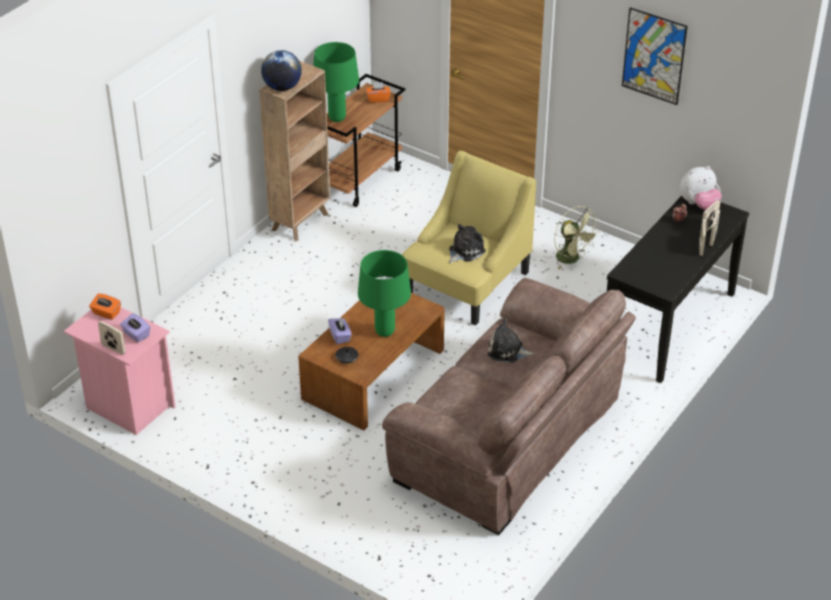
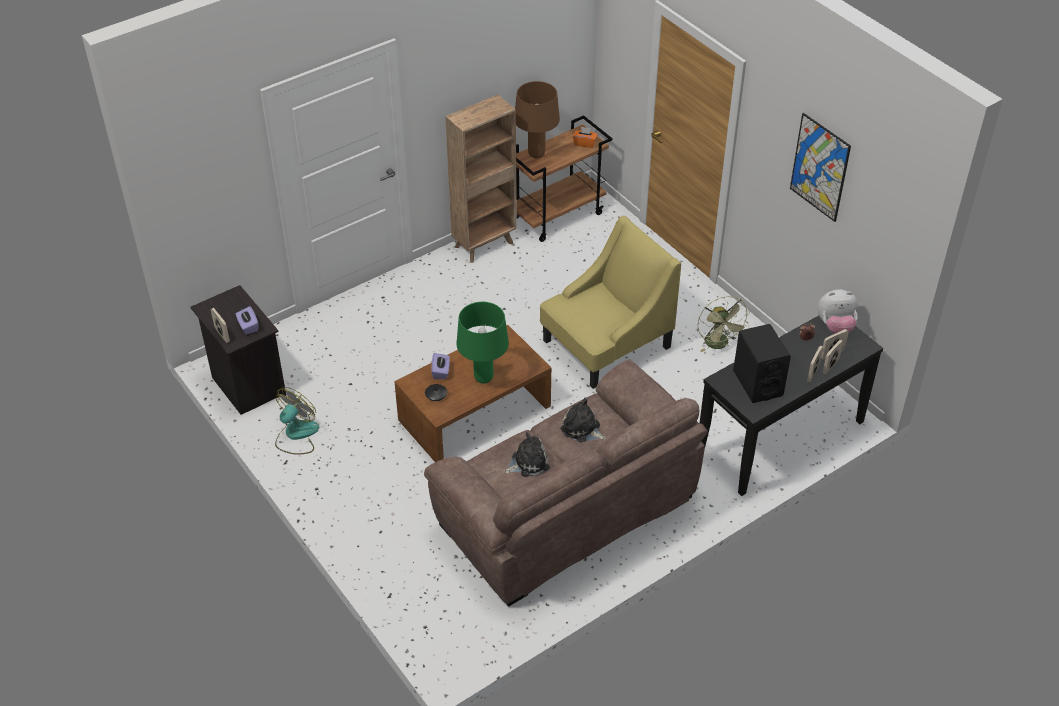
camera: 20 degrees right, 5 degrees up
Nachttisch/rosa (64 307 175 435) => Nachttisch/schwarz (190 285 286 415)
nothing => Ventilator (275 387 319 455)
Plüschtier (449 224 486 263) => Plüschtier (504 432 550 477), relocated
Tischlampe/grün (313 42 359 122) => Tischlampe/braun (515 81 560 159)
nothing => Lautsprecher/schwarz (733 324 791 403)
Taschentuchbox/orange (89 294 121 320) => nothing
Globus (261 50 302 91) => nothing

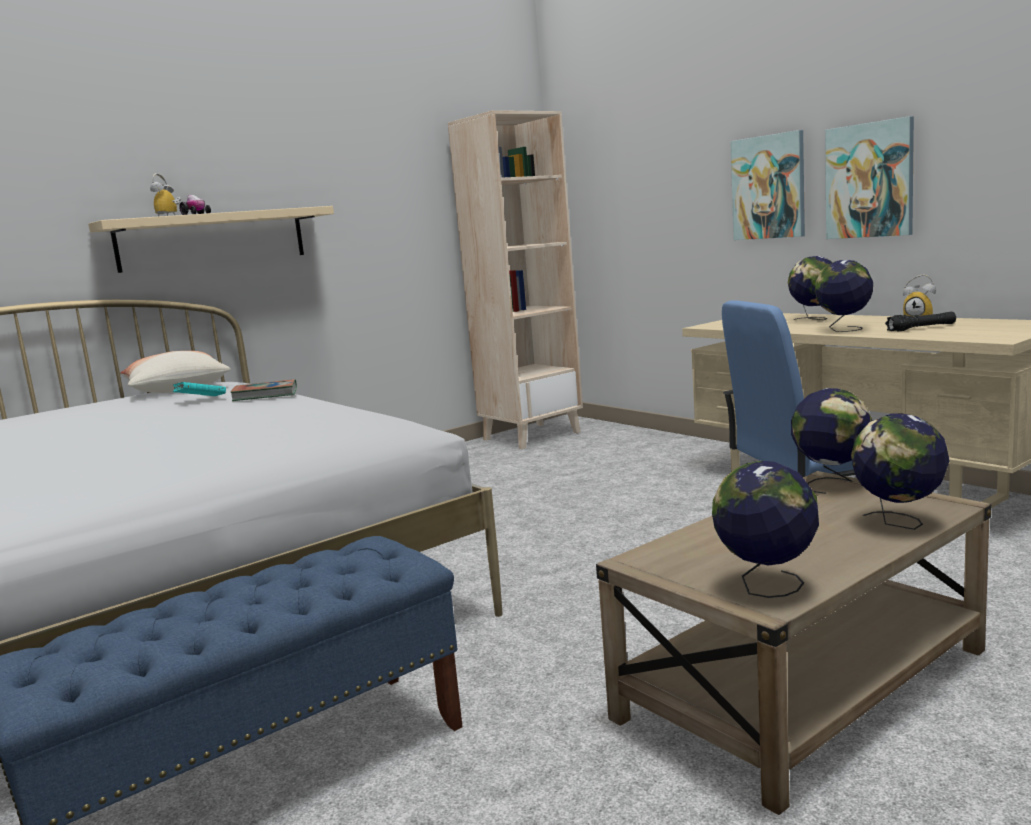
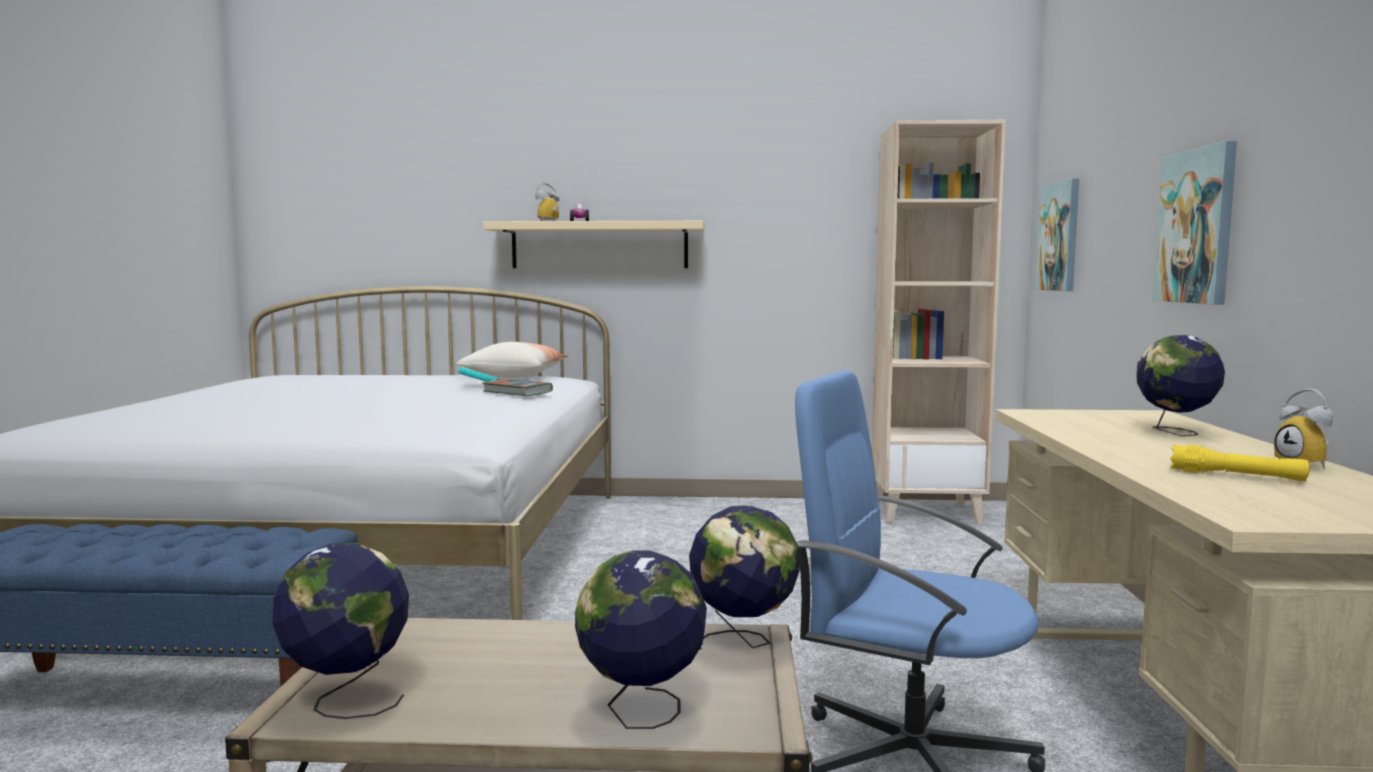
camera: 40 degrees right, 5 degrees down
Bild (825 116 914 239) => Bild (1035 178 1079 291), relocated
Taschenlampe/schwarz (885 312 956 332) => Taschenlampe/gelb (1170 444 1310 482)
Globus (815 260 873 332) => nothing

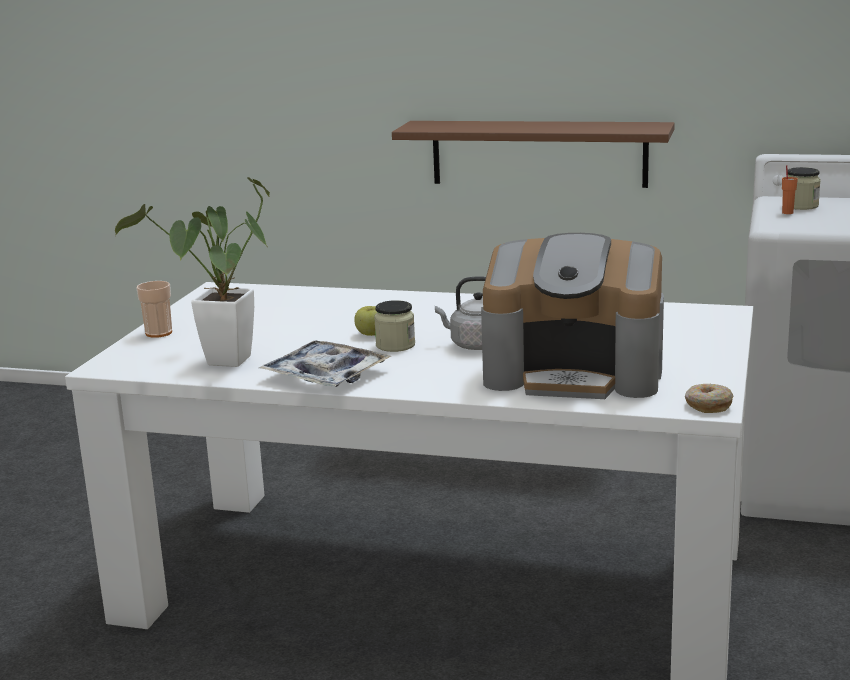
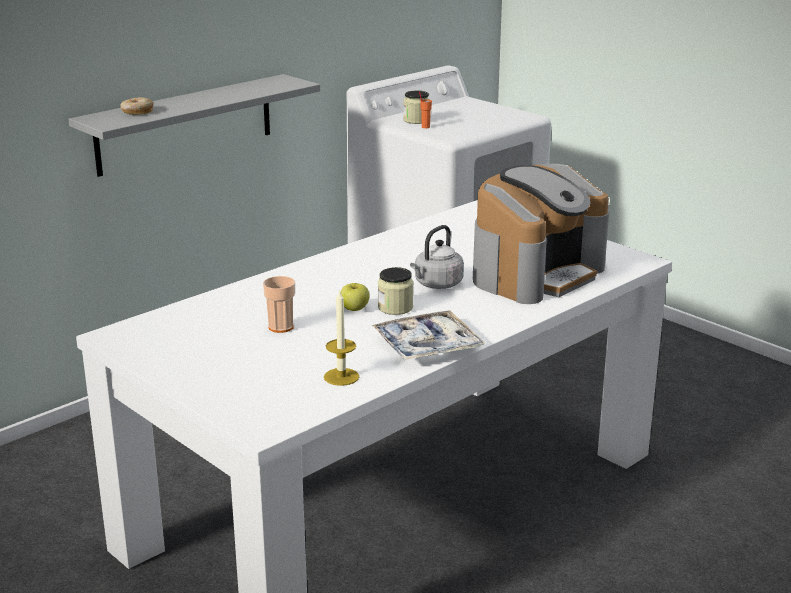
camera: 60 degrees left, 5 degrees up
Wandregal/braun (392 121 675 188) => Wandregal/grau (68 74 320 177)
Donut (685 384 733 413) => Donut (120 97 154 115), relocated
Tasse (136 281 172 338) => Tasse (263 276 295 333), relocated
Topfpflanze (115 177 270 367) => Kerze (324 289 359 386)

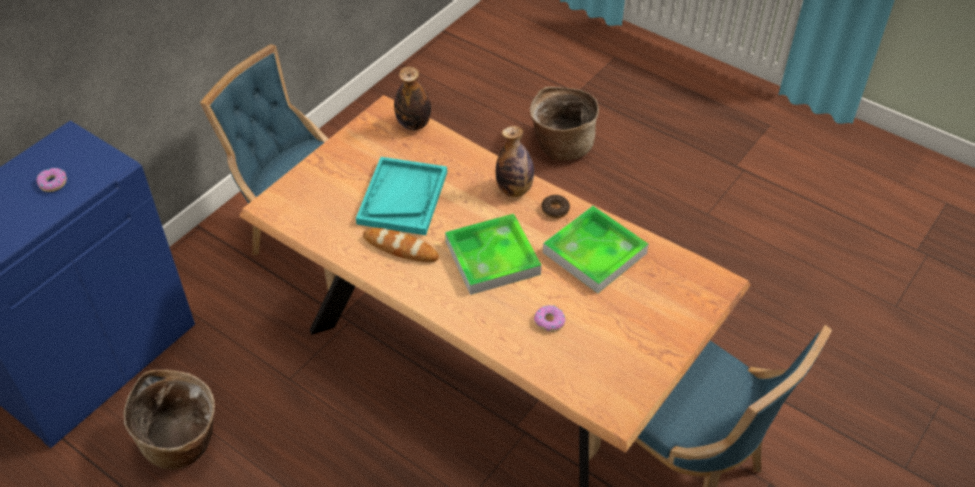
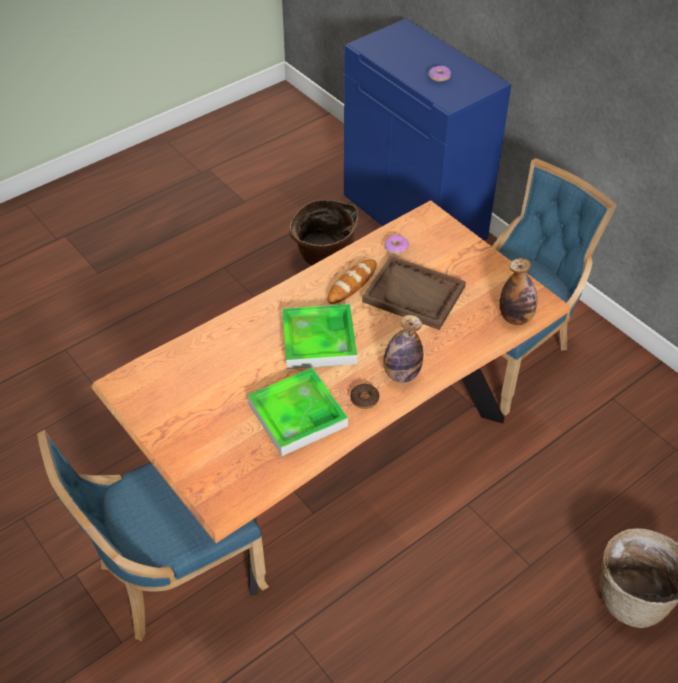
camera: 105 degrees right, 0 degrees up
Tablett/türkis (356 157 447 235) => Tablett/braun (362 256 466 330)
Donut (534 305 565 332) => Donut (384 235 409 254), relocated

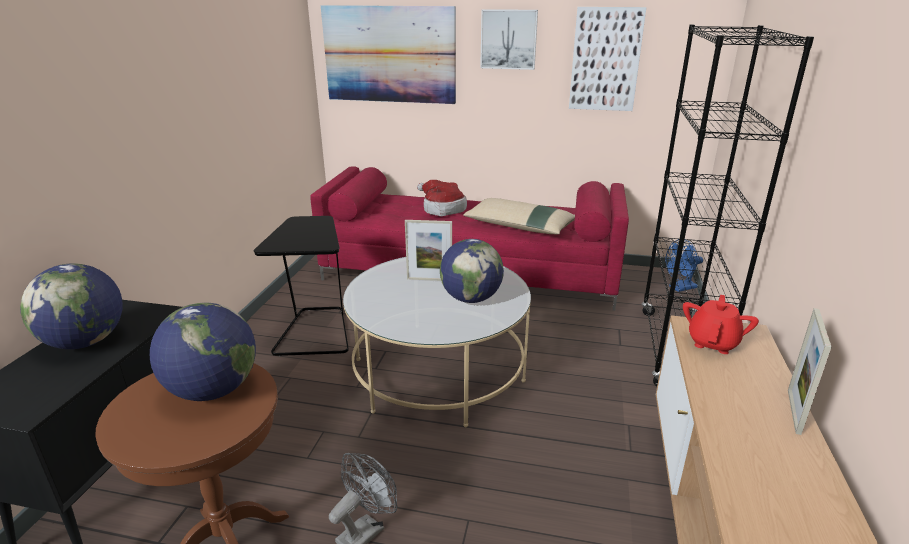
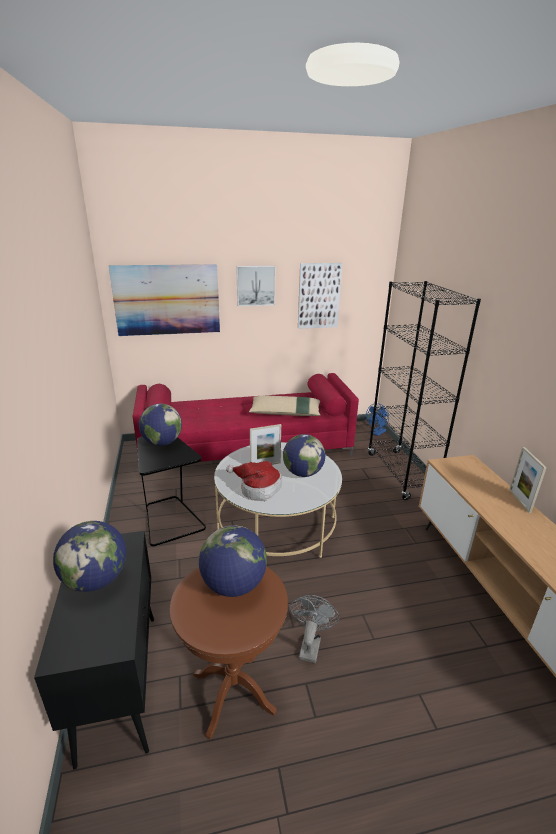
camera: 25 degrees left, 0 degrees up
nothing => Globus (139 404 182 446)
Hut (417 180 467 216) => Hut (226 461 282 501), relocated
Teekanne/rot (683 295 759 354) => nothing

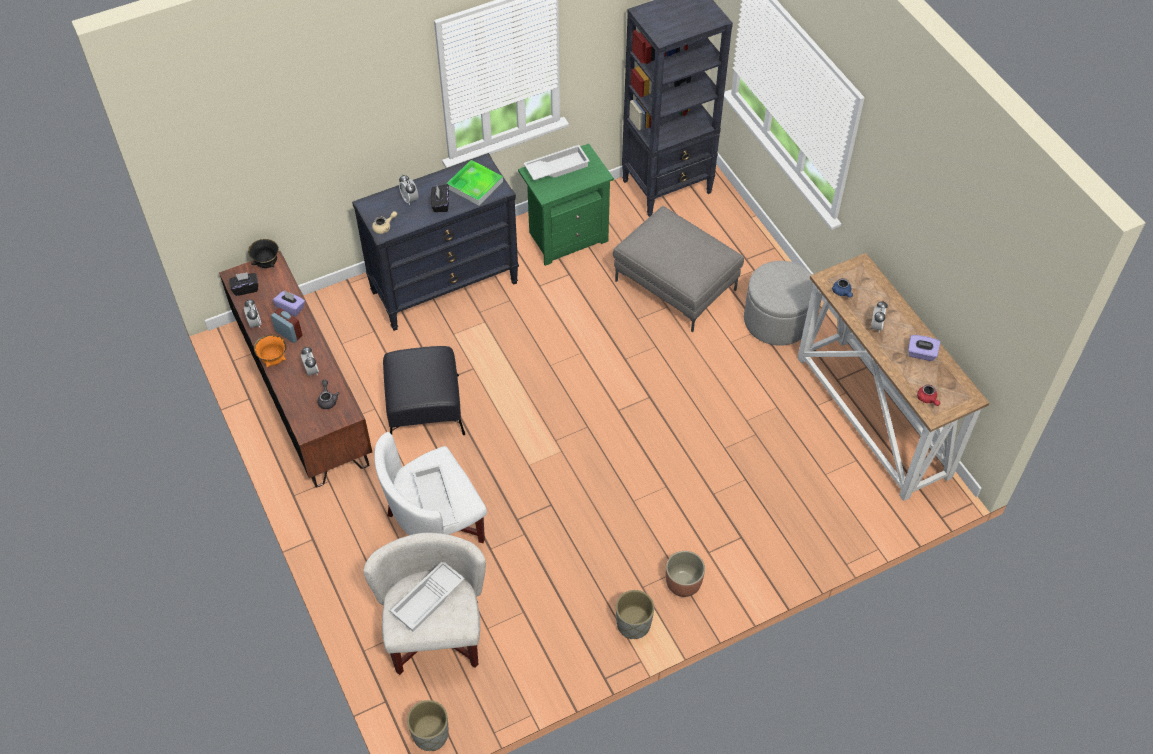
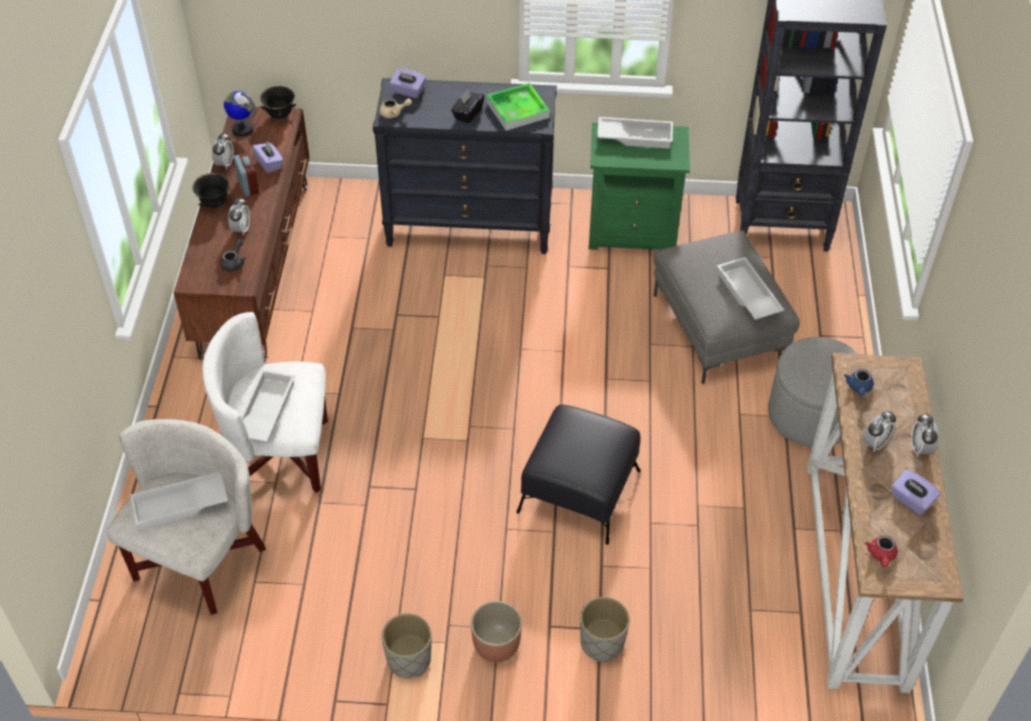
camera: 30 degrees right, 5 degrees down
Schüssel/orange (254 335 286 367) => Schüssel/schwarz (192 173 230 208)
Taschentuchbox/schwarz (229 272 258 296) => Globus (224 91 256 136)
nothing => Taschentuchbox/lila (390 69 426 98)
Polsterhocker/schwarz (383 346 465 435) => Polsterhocker/schwarz (516 405 641 545), relocated
Pflanzkübel/grau (407 700 449 751) => Pflanzkübel/grau (580 597 630 662), relocated
nothing => Tablett/weiß (717 257 784 320)
Wecker (399 175 418 205) => Wecker (911 413 938 457), relocated

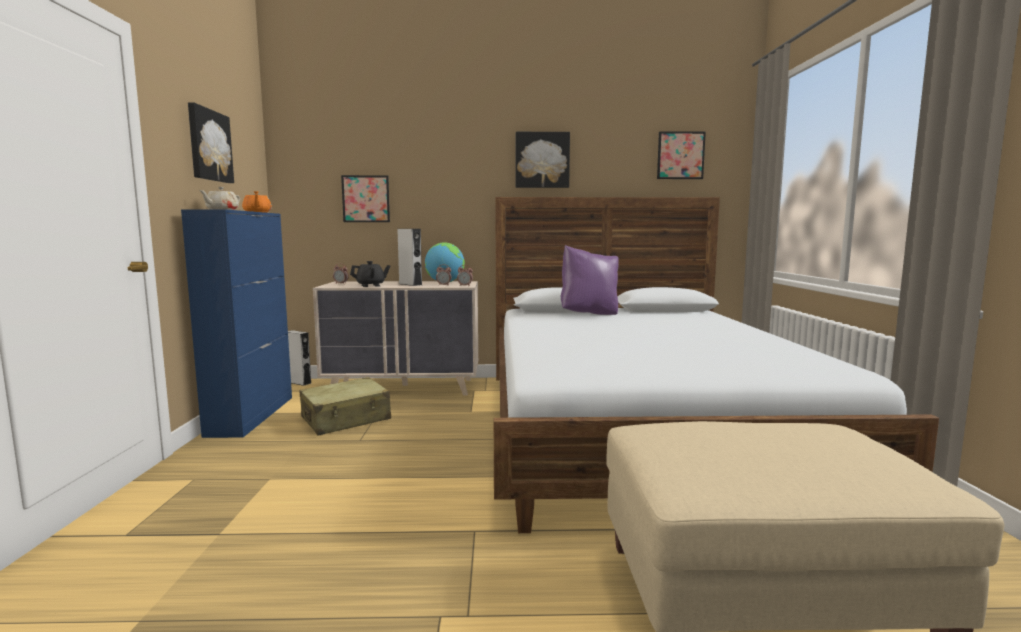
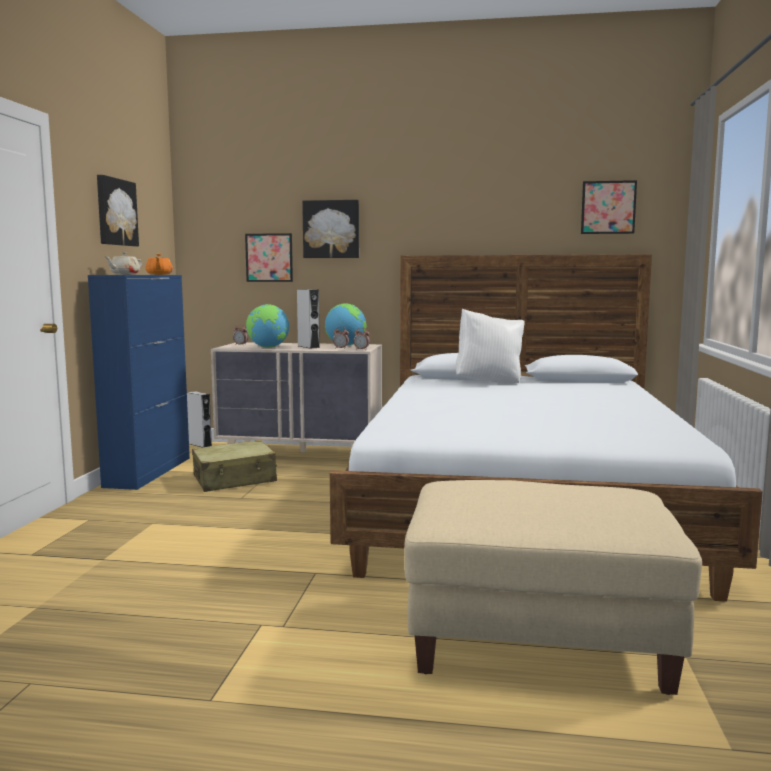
camera: 10 degrees right, 0 degrees up
Teekanne/schwarz (350 261 390 287) => Globus (246 304 289 348)
Bild (516 132 570 188) => Bild (302 200 359 258), relocated
Kissen/lila (561 245 619 315) => Kissen/weiß (456 308 525 384)

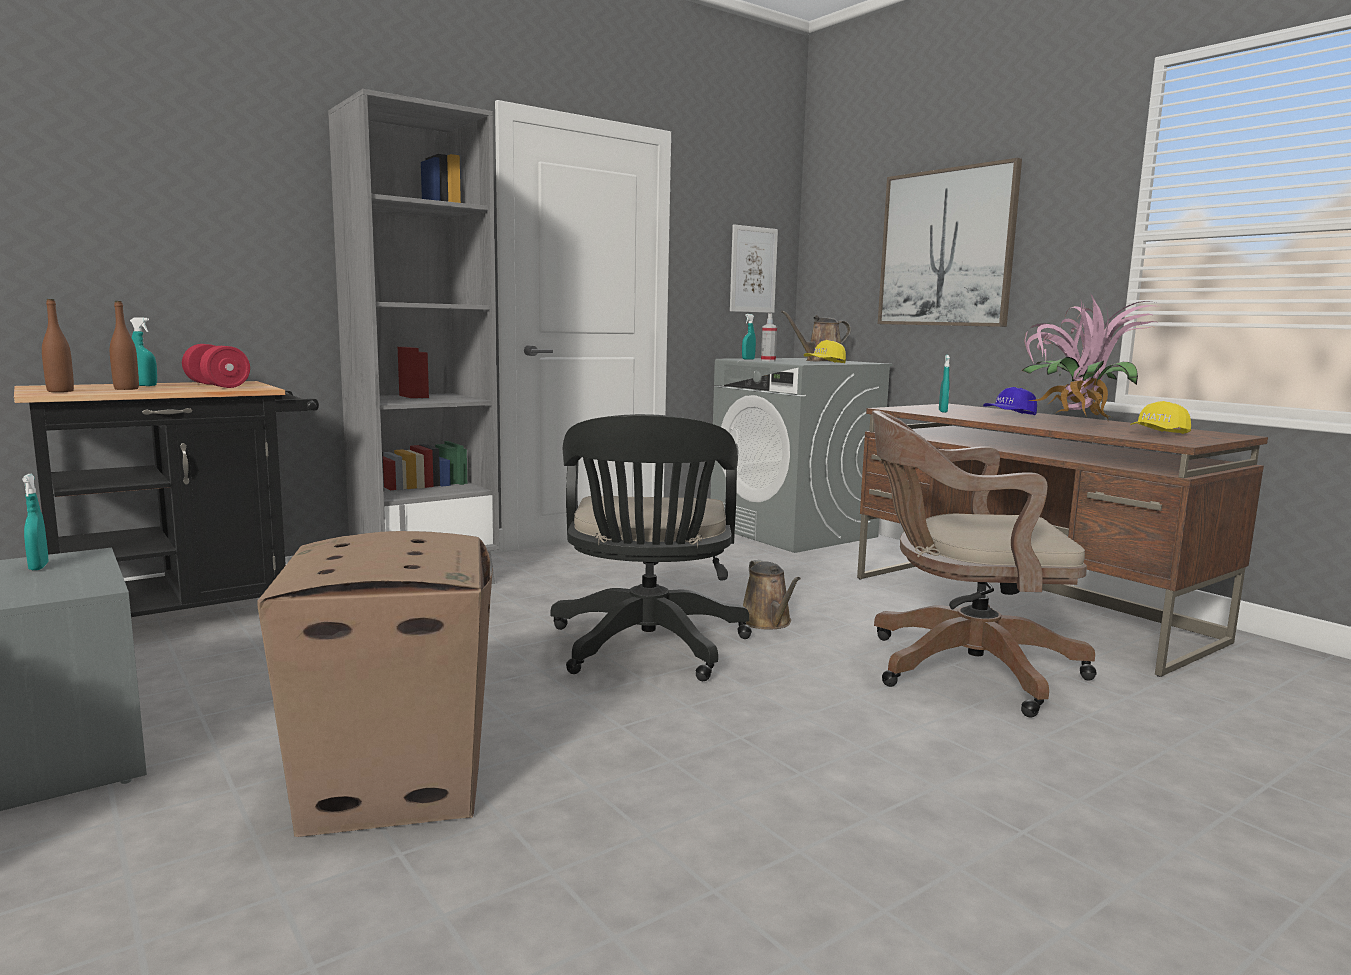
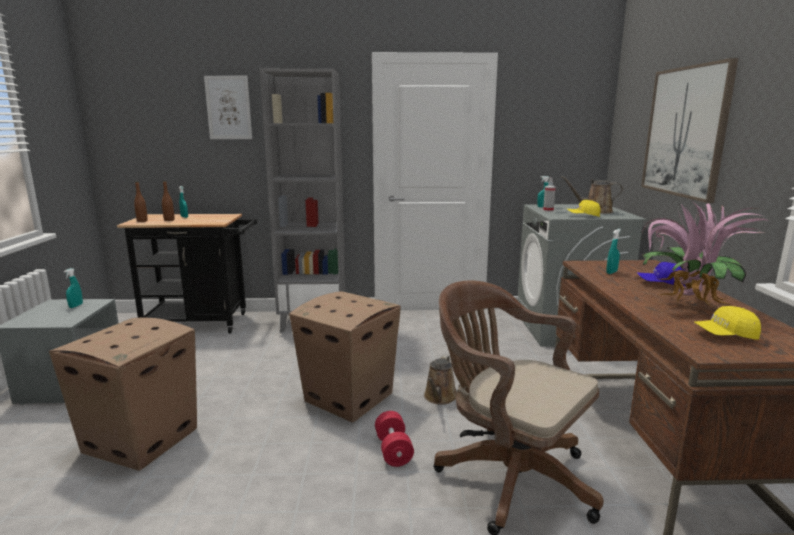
camera: 35 degrees right, 5 degrees up
Bild (730 224 778 313) => Bild (204 76 252 139), relocated
Bürostuhl/schwarz (551 414 752 681) => Karton (289 291 401 422)
Hantel/rot (182 344 250 388) => Hantel/rot (375 411 414 467), relocated

